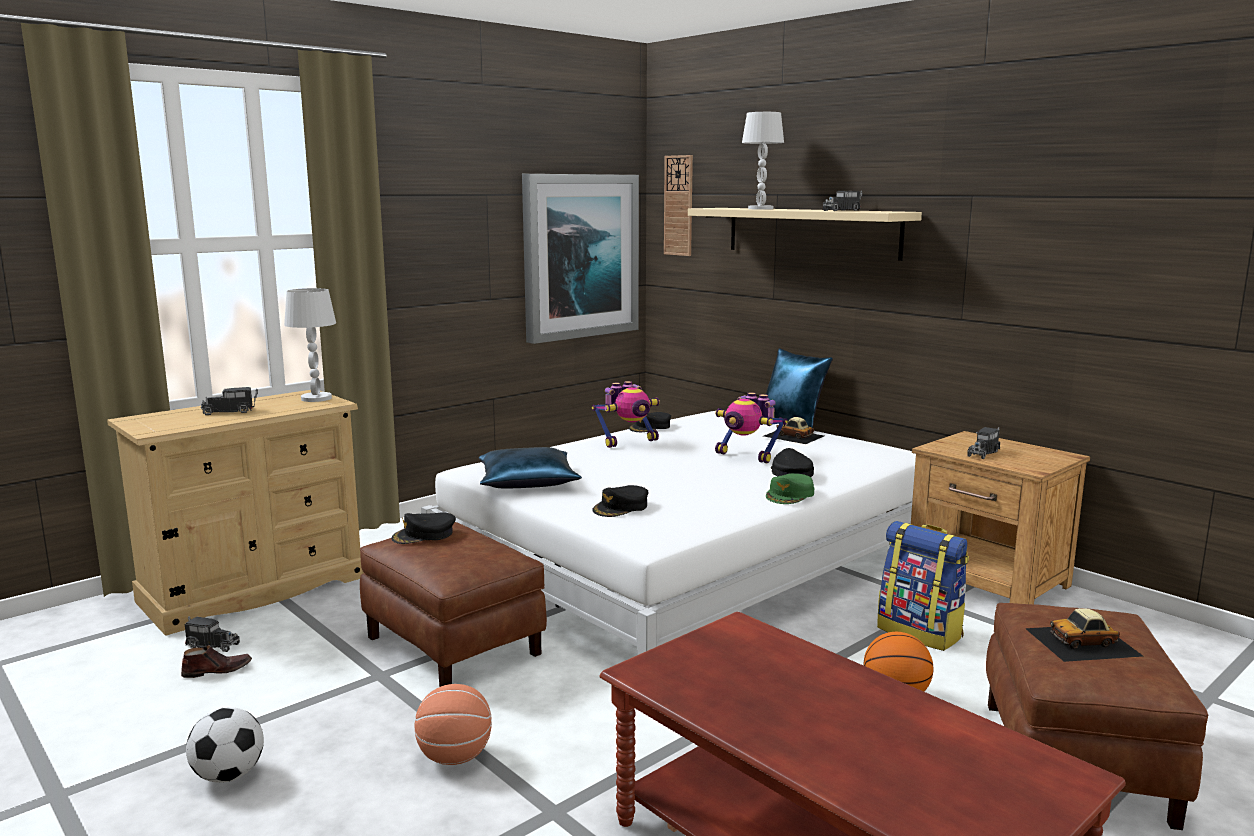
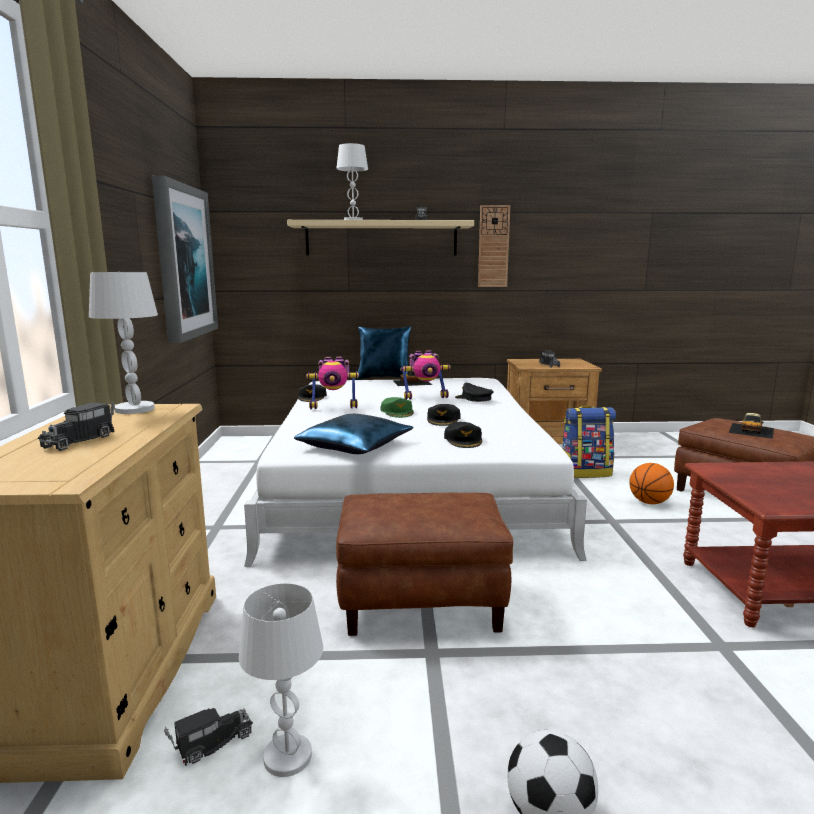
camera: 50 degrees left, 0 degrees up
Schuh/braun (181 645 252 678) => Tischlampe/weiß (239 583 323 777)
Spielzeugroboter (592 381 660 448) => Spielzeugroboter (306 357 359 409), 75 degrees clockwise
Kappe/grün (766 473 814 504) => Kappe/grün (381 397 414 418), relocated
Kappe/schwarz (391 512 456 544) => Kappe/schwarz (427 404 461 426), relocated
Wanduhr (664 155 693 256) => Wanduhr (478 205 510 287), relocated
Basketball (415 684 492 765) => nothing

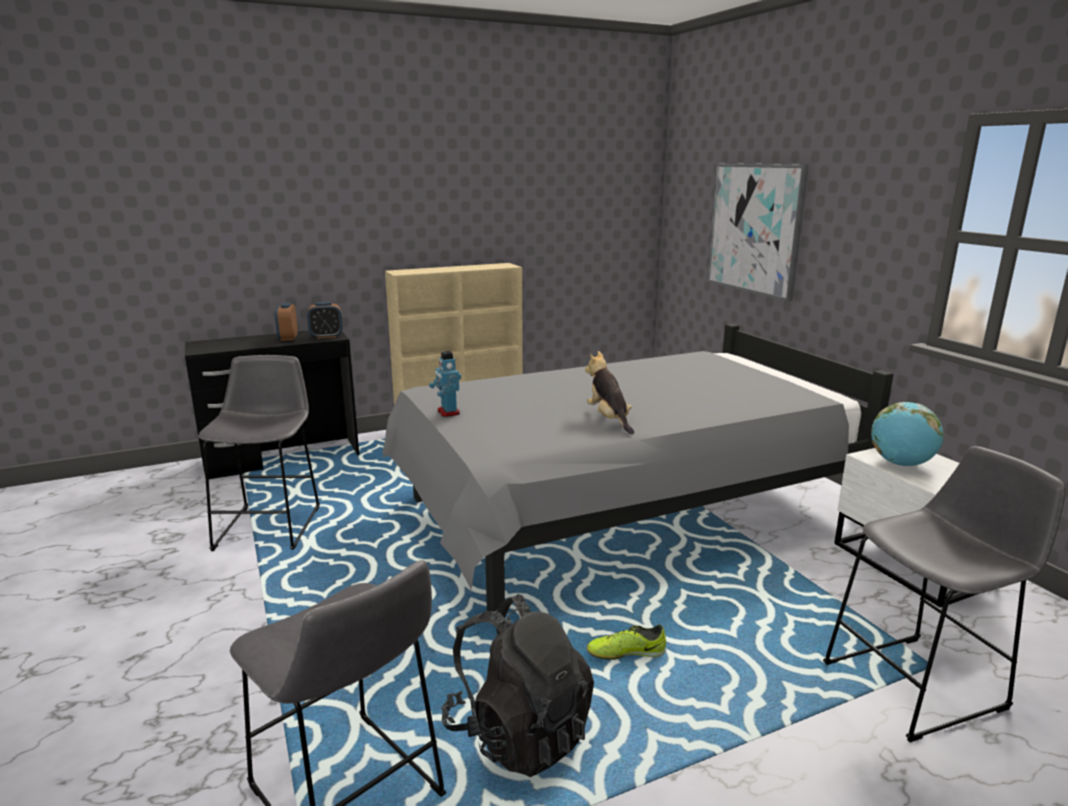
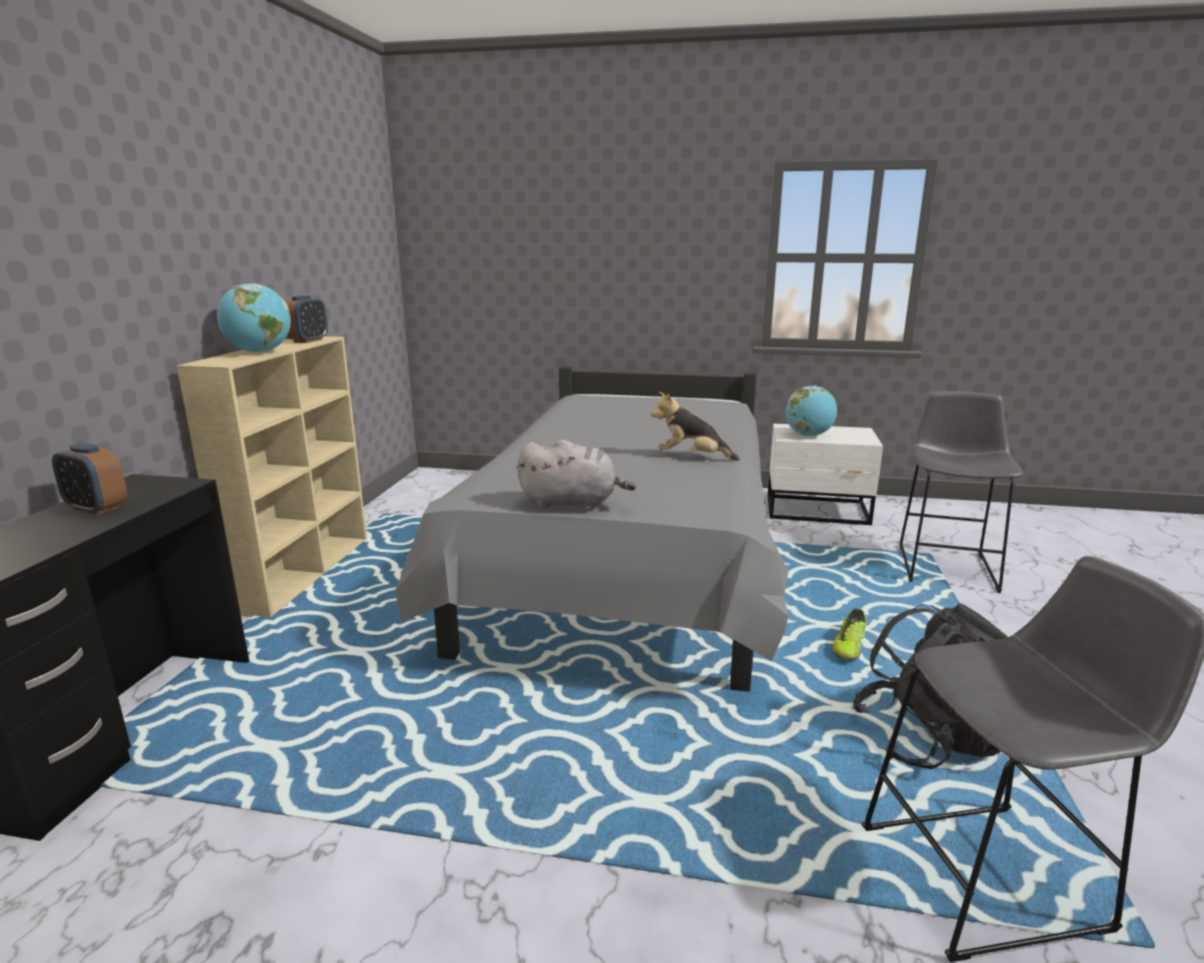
camera: 55 degrees left, 0 degrees up
nothing => Globus (217 284 291 353)
Wecker (307 302 343 339) => Wecker (285 295 328 343), relocated
Spielzeugroboter (429 351 461 417) => Plüschtier/grau (517 440 636 510)
Hocker/grau (198 355 320 551) => nothing
Bild (707 163 809 302) => nothing

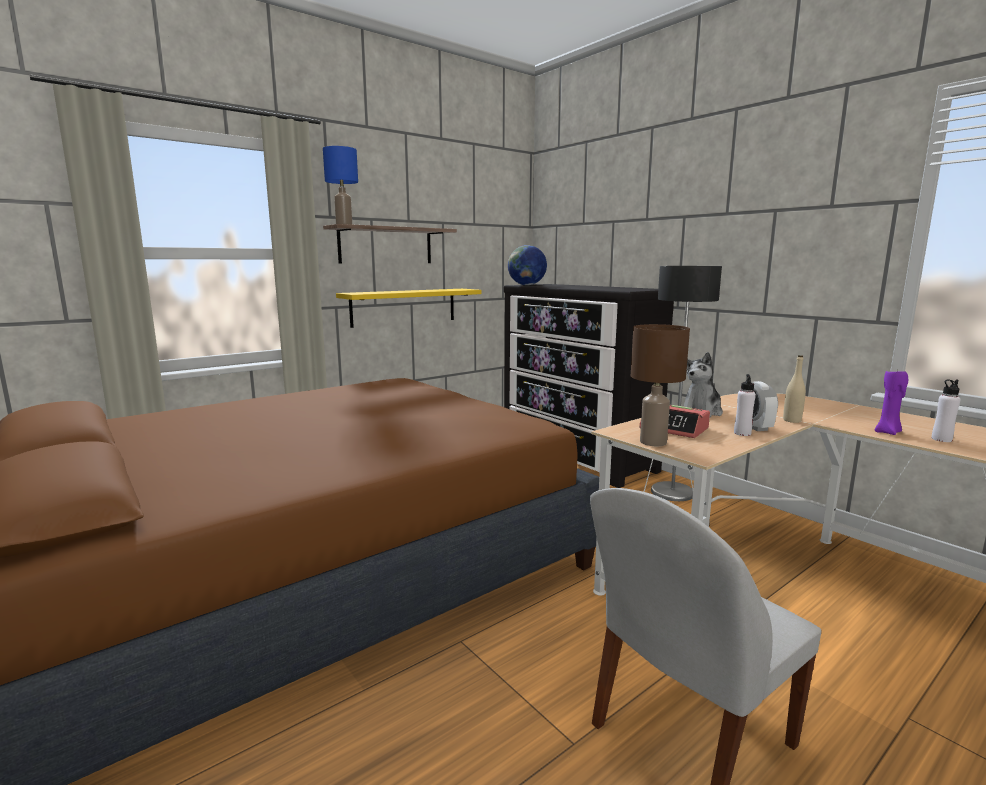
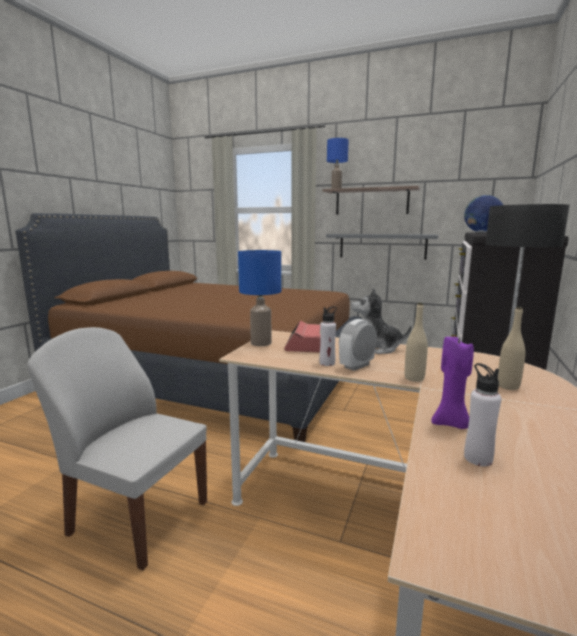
camera: 60 degrees right, 0 degrees up
Tischlampe/braun (631 324 690 446) => Tischlampe/blau (238 250 281 346)
Wandregal/gelb (336 289 481 328) => Wandregal/grau (326 234 438 260)
nothing => Flasche/beige (498 307 526 390)

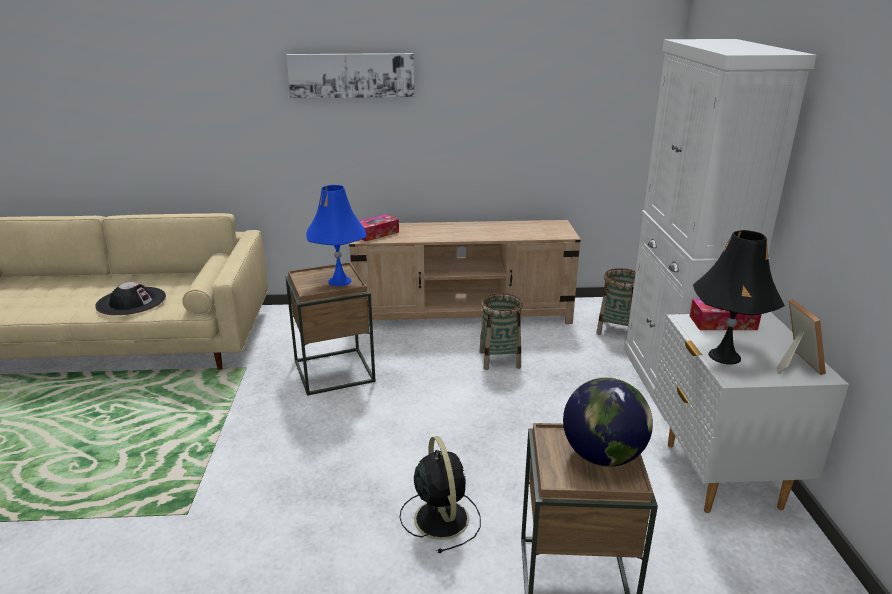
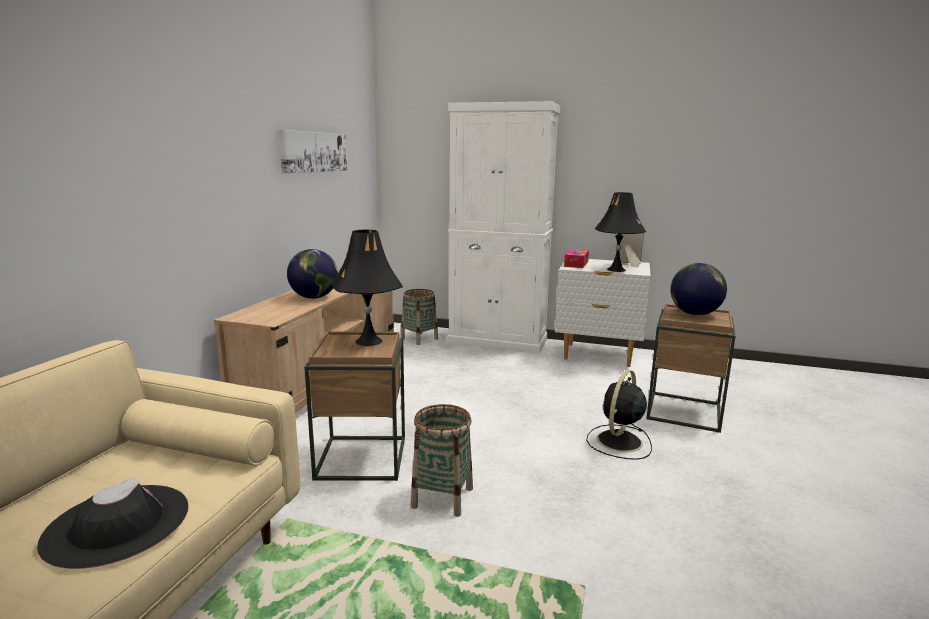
camera: 70 degrees left, 10 degrees down
Bild (286 53 414 98) => Bild (279 130 347 173), relocated
nothing => Globus (287 249 338 299)
Tischlampe/blau (306 185 366 286) => Tischlampe/schwarz (332 230 403 346)
Korb (479 293 523 370) => Korb (411 404 473 517), relocated
Ventilator/schwarz (400 436 481 553) => Ventilator/schwarz (586 370 652 460), 60 degrees counterclockwise
Taschentuchbox (359 214 399 241) => nothing

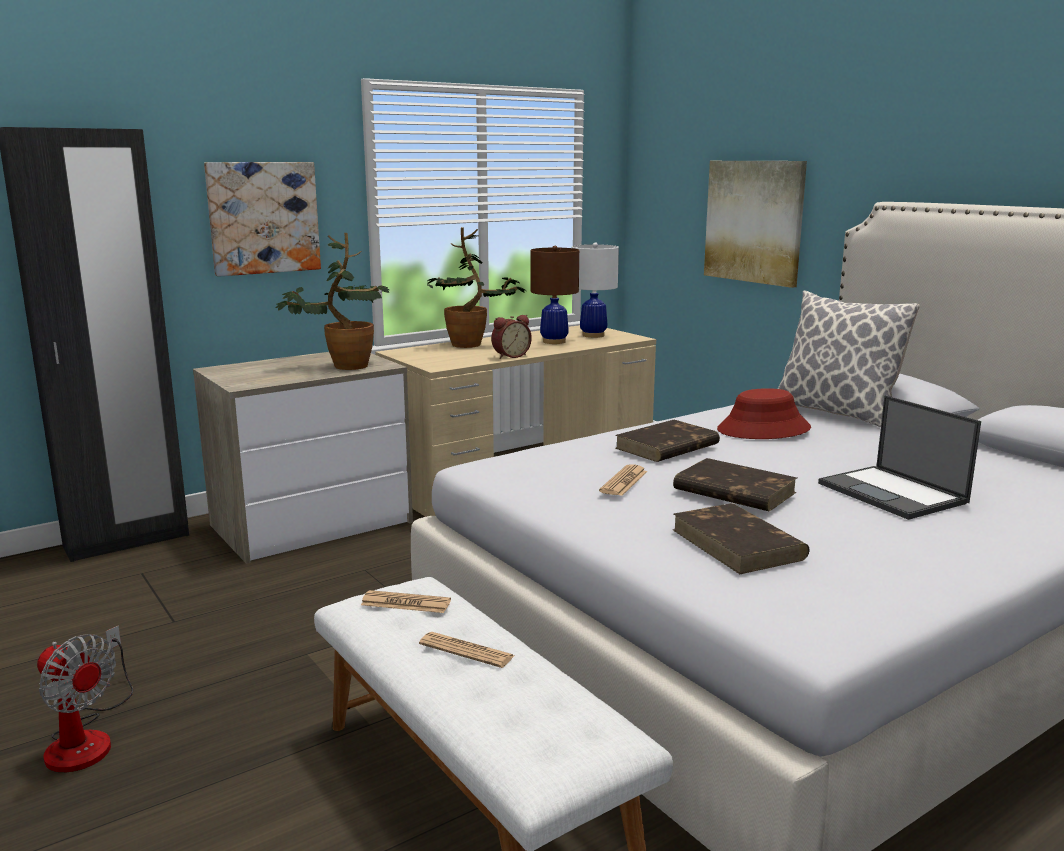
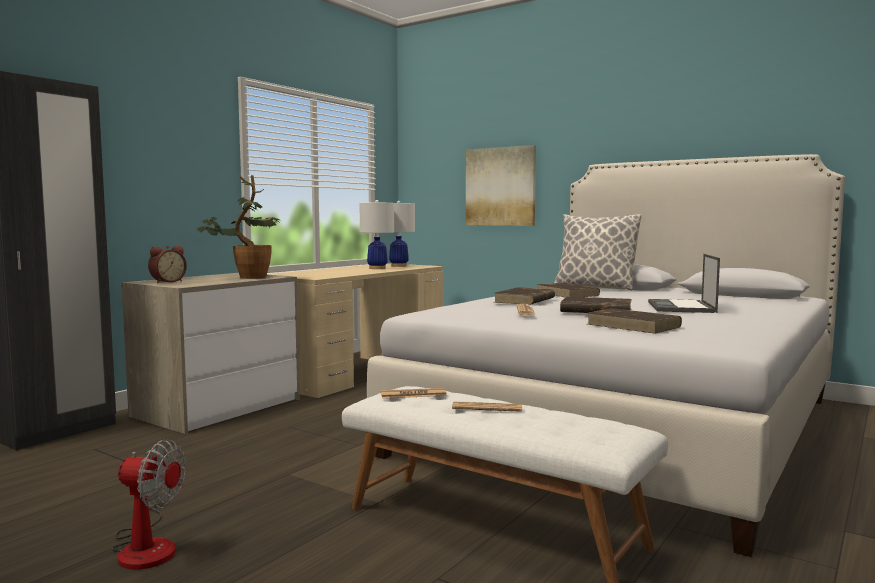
camera: 20 degrees left, 10 degrees down
Wecker (491 315 532 359) => Wecker (148 246 187 283), relocated
Tischlampe/braun (530 246 579 344) => Tischlampe/weiß (359 200 394 269)
Hut/rot (717 388 811 439) => Buch/braun (537 283 600 297)
Laptop (818 395 981 520) => Laptop (648 254 720 313), 60 degrees clockwise
Bild (204 162 321 277) => nothing
Topfpflanze (427 227 526 348) => nothing

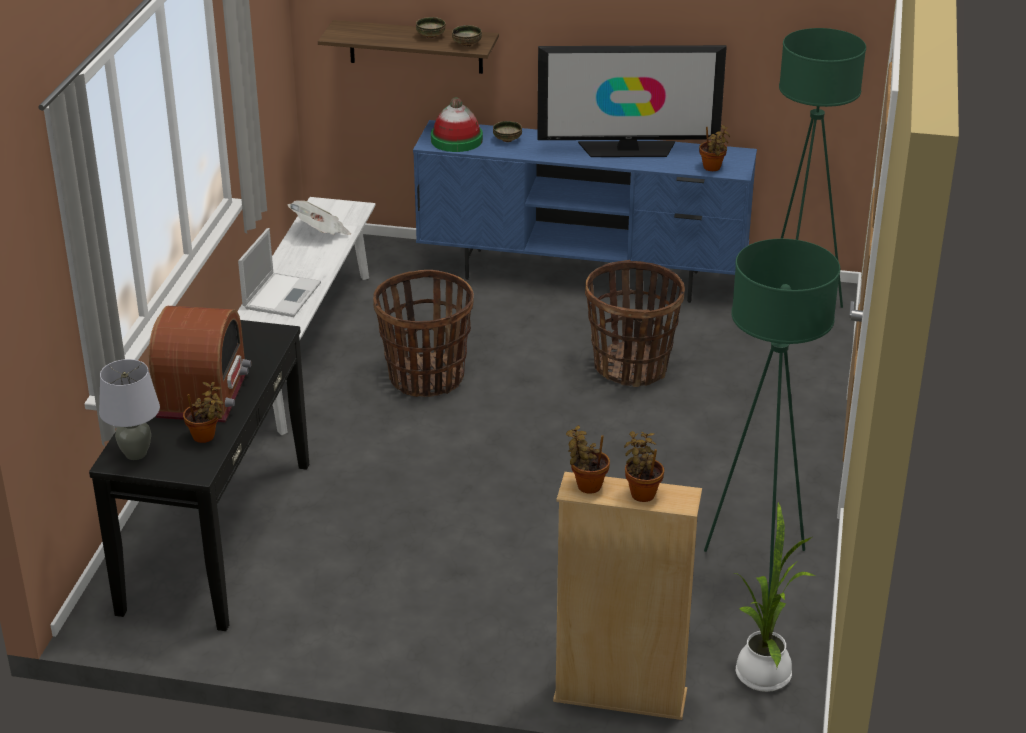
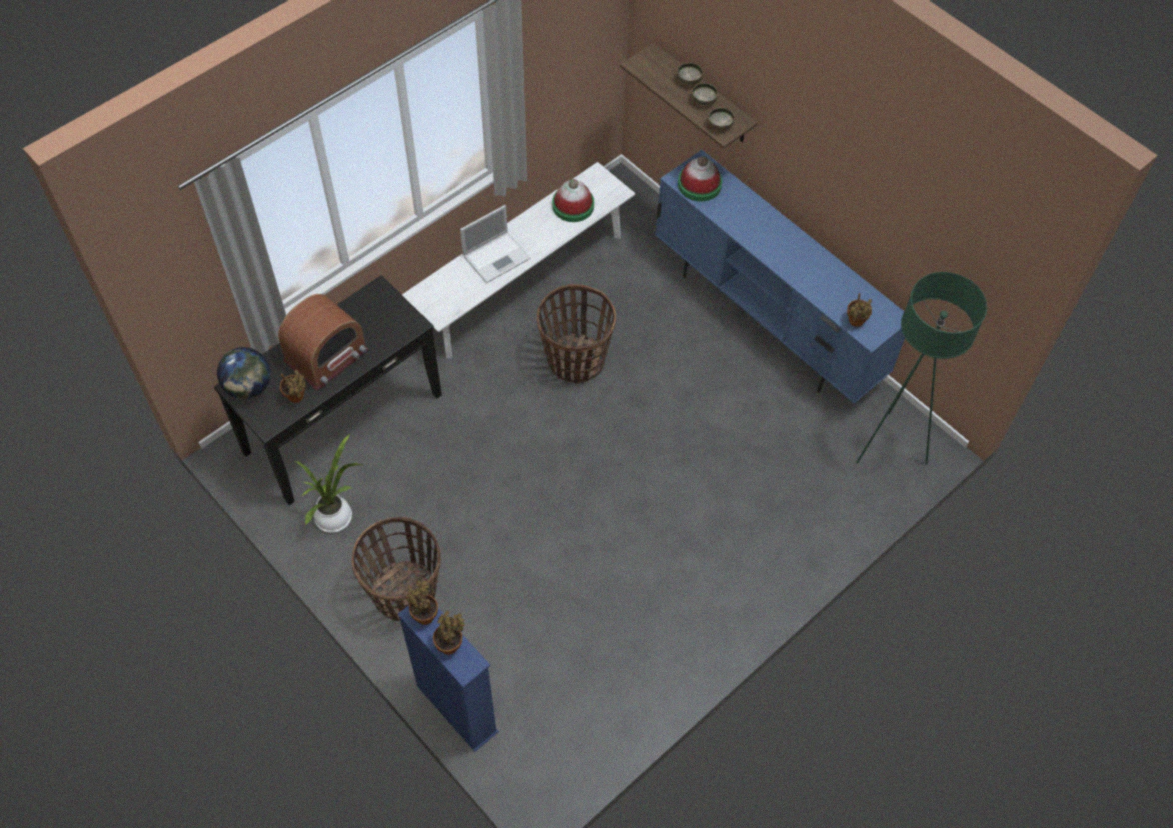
camera: 35 degrees right, 25 degrees up
Tischlampe/grau (99 359 160 460) => Globus (217 347 270 399)
Topfpflanze (735 501 815 692) => Topfpflanze (293 433 362 533), relocated
Korb (585 260 685 387) => Korb (351 517 441 621), relocated
Bücherregal/beige (553 472 702 720) => Bücherregal/blau (398 605 499 752)
Zeitung (287 200 352 235) => Hut (552 179 594 222)
Schüssel (493 121 522 142) => Schüssel (677 63 703 85), relocated
Fernseher (537 45 727 157) => nothing
Stehlampe/grün (704 239 840 599) => nothing

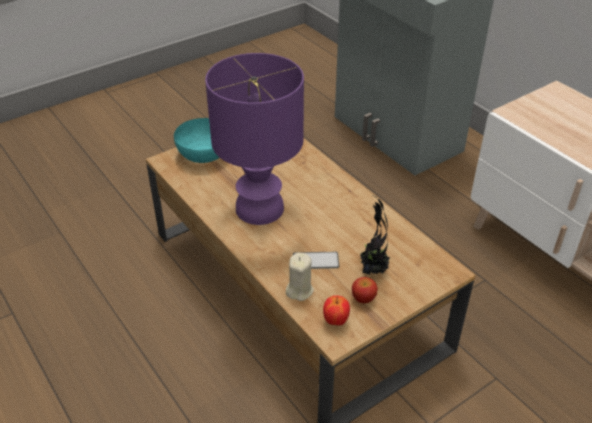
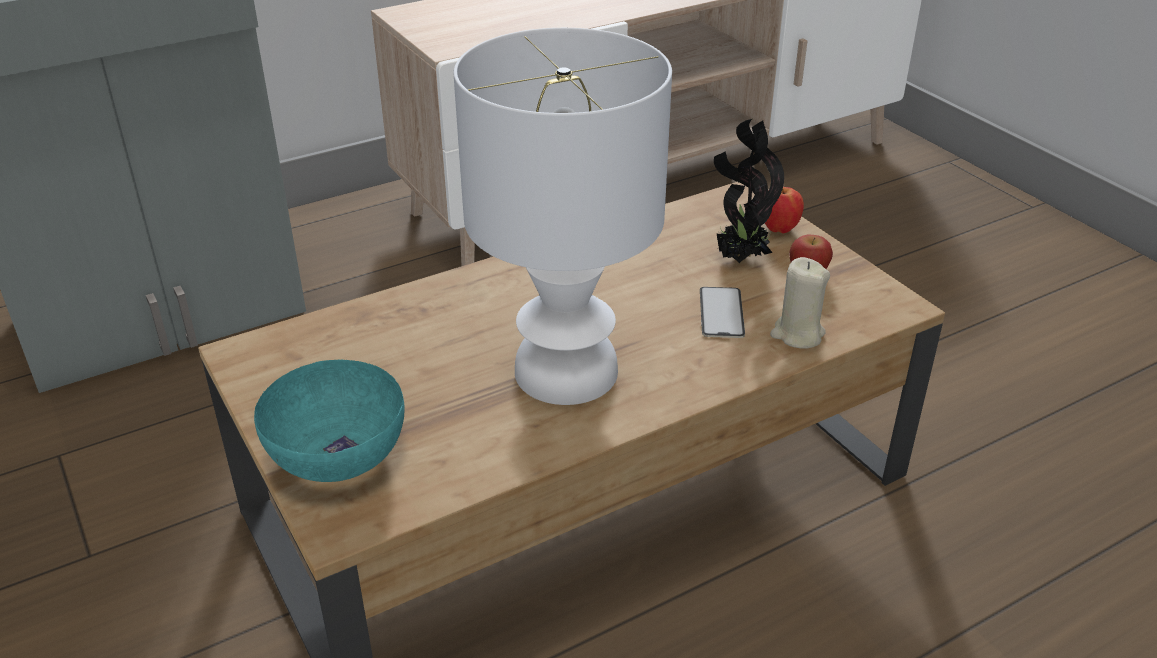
camera: 85 degrees left, 5 degrees down
Tischlampe/lila (205 53 304 225) => Tischlampe/weiß (453 28 672 405)
Apfel (323 295 350 326) => Apfel (765 187 804 233), relocated

